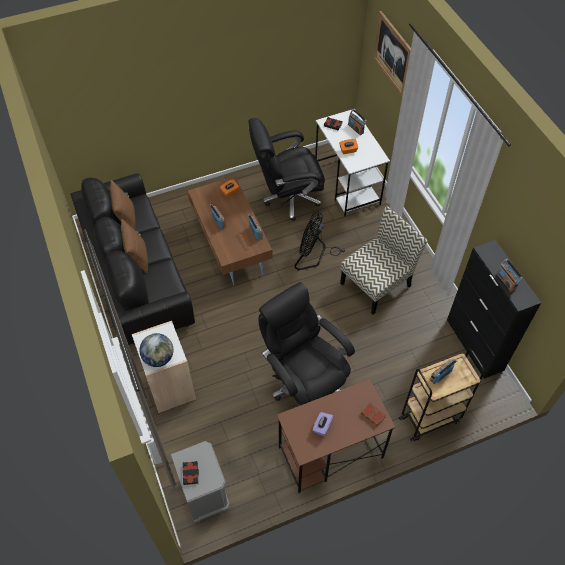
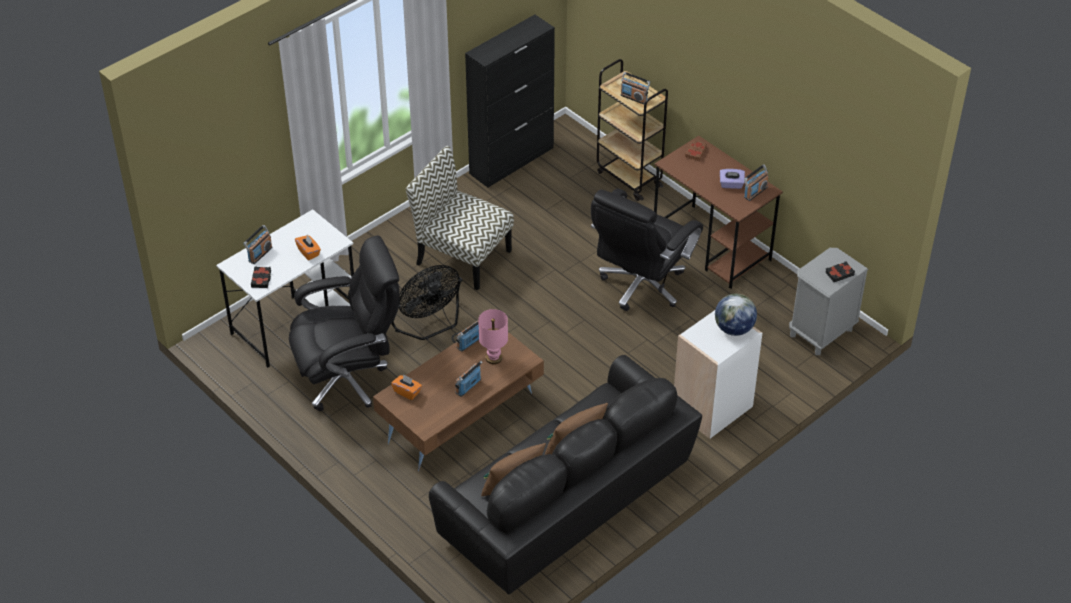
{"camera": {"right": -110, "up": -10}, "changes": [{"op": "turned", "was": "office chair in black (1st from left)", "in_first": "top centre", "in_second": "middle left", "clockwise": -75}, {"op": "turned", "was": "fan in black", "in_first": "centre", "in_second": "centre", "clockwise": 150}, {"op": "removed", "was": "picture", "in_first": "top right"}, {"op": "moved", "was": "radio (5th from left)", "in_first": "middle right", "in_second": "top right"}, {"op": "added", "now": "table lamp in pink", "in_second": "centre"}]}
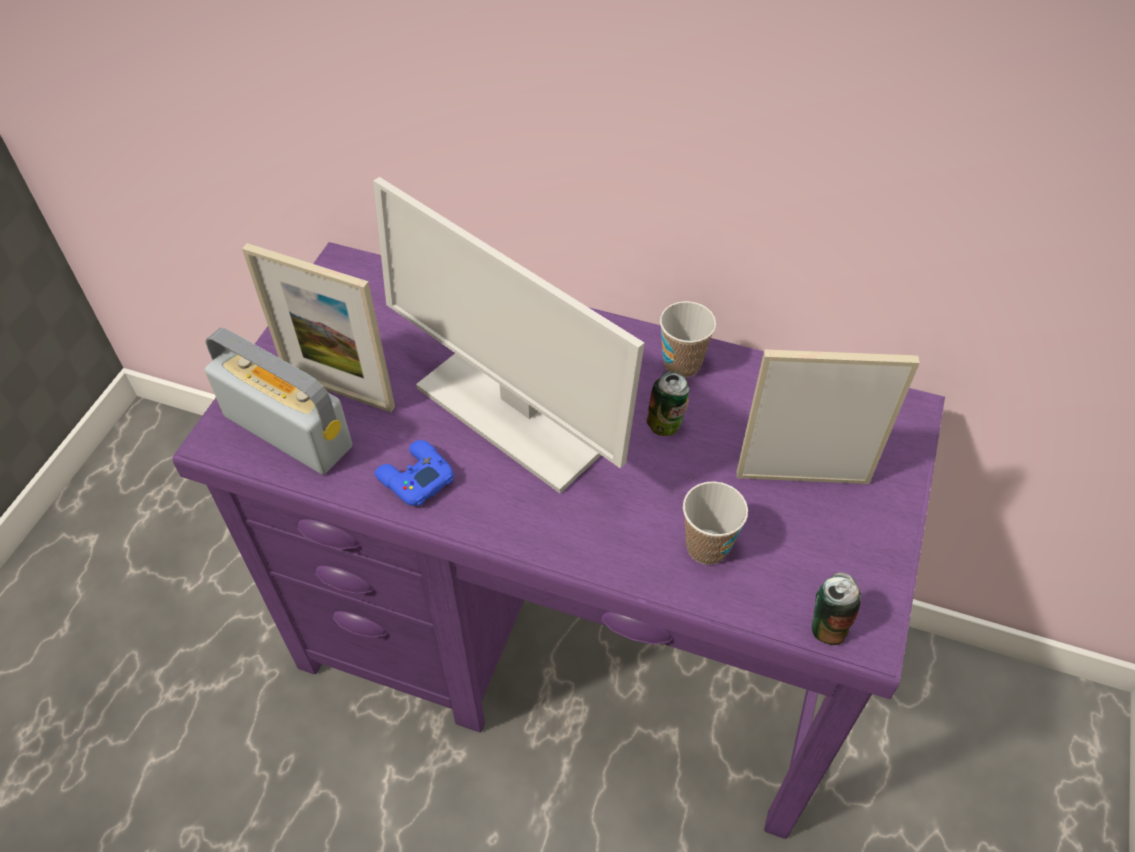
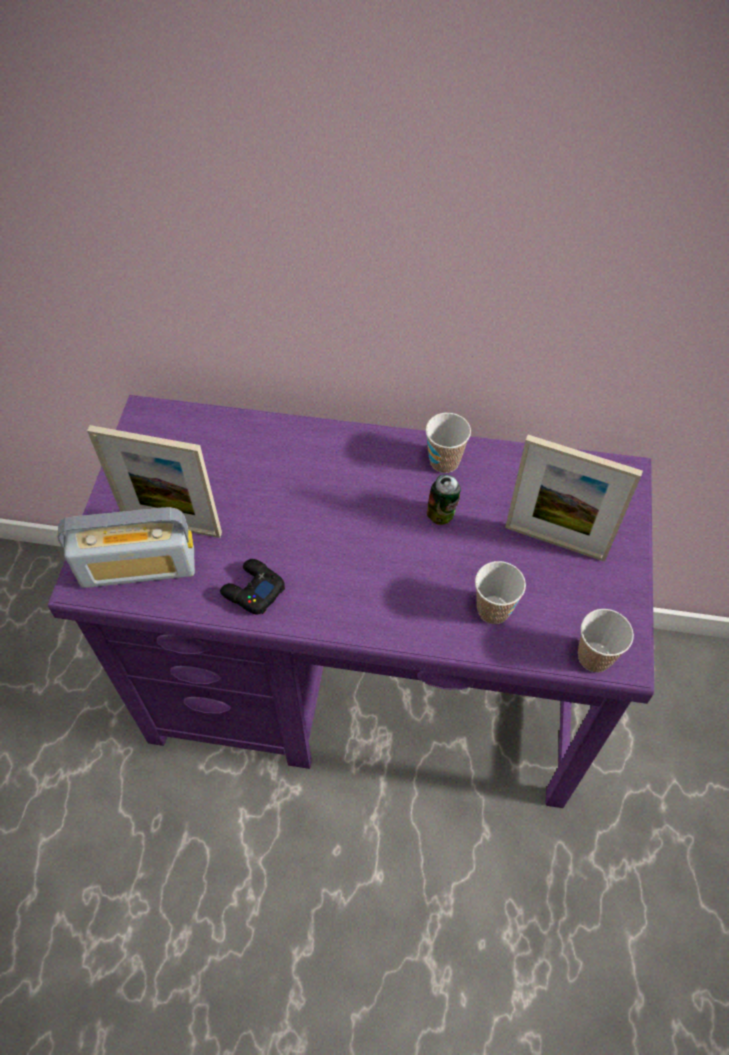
{"camera": {"right": -10, "up": 5}, "changes": [{"op": "turned", "was": "radio", "in_first": "middle left", "in_second": "middle left", "clockwise": 150}, {"op": "removed", "was": "monitor", "in_first": "centre"}, {"op": "recoloured", "was": "game controller in blue", "now": "game controller in black", "in_first": "centre", "in_second": "centre"}, {"op": "turned", "was": "picture frame (2nd from left)", "in_first": "middle right", "in_second": "middle right", "clockwise": -150}, {"op": "replaced", "was": "can (2nd from left)", "now": "cup (3rd from left)", "in_first": "bottom right", "in_second": "middle right"}]}
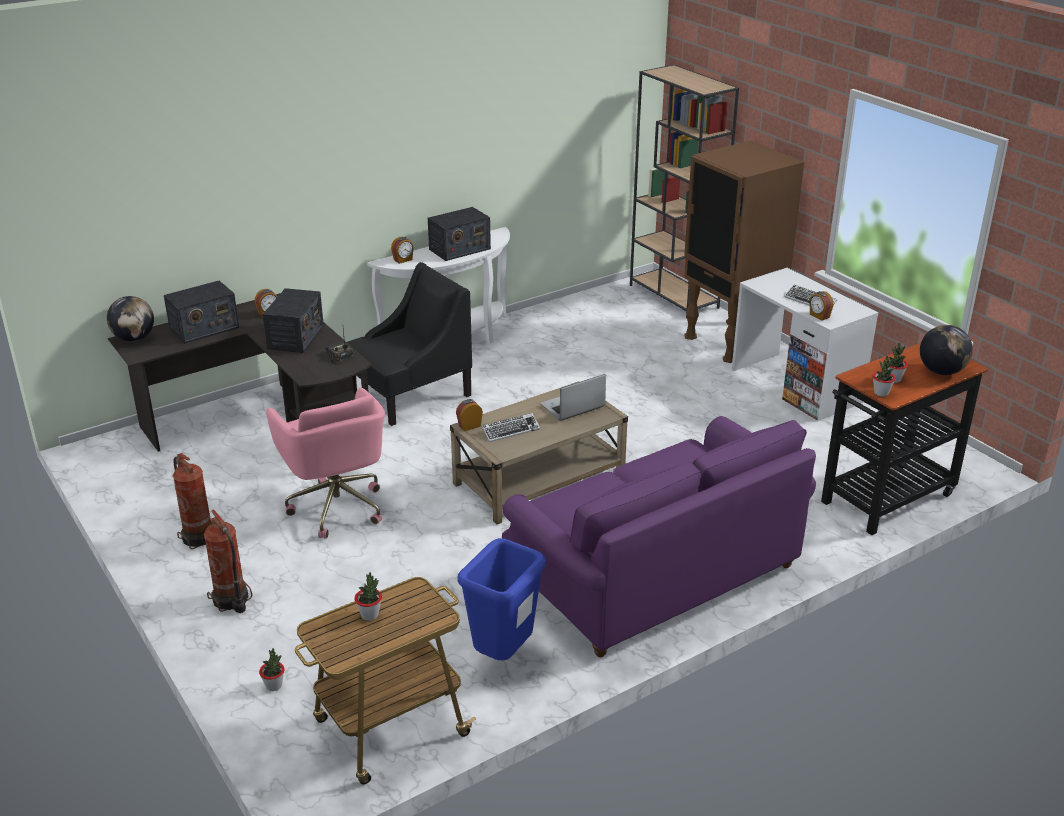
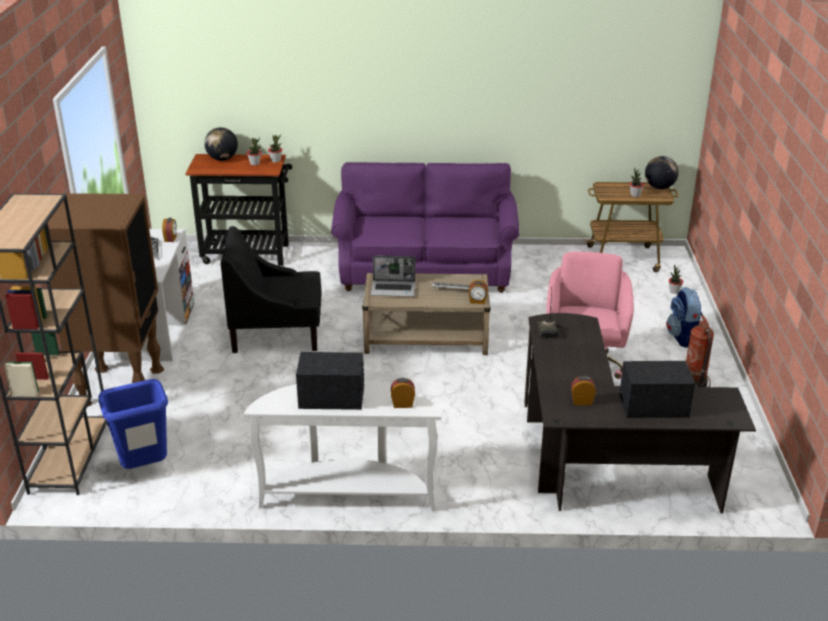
{"camera": {"right": -145, "up": 0}, "changes": [{"op": "moved", "was": "globe (1st from left in the first image)", "now": "globe (2nd from left)", "in_first": "middle left", "in_second": "top right"}, {"op": "replaced", "was": "fire extinguisher (2nd from left)", "now": "backpack", "in_first": "bottom left", "in_second": "middle right"}, {"op": "removed", "was": "radio (2nd from left)", "in_first": "middle left"}, {"op": "moved", "was": "armchair in black", "in_first": "centre", "in_second": "middle left"}, {"op": "moved", "was": "trash can in blue", "in_first": "bottom centre", "in_second": "bottom left"}]}
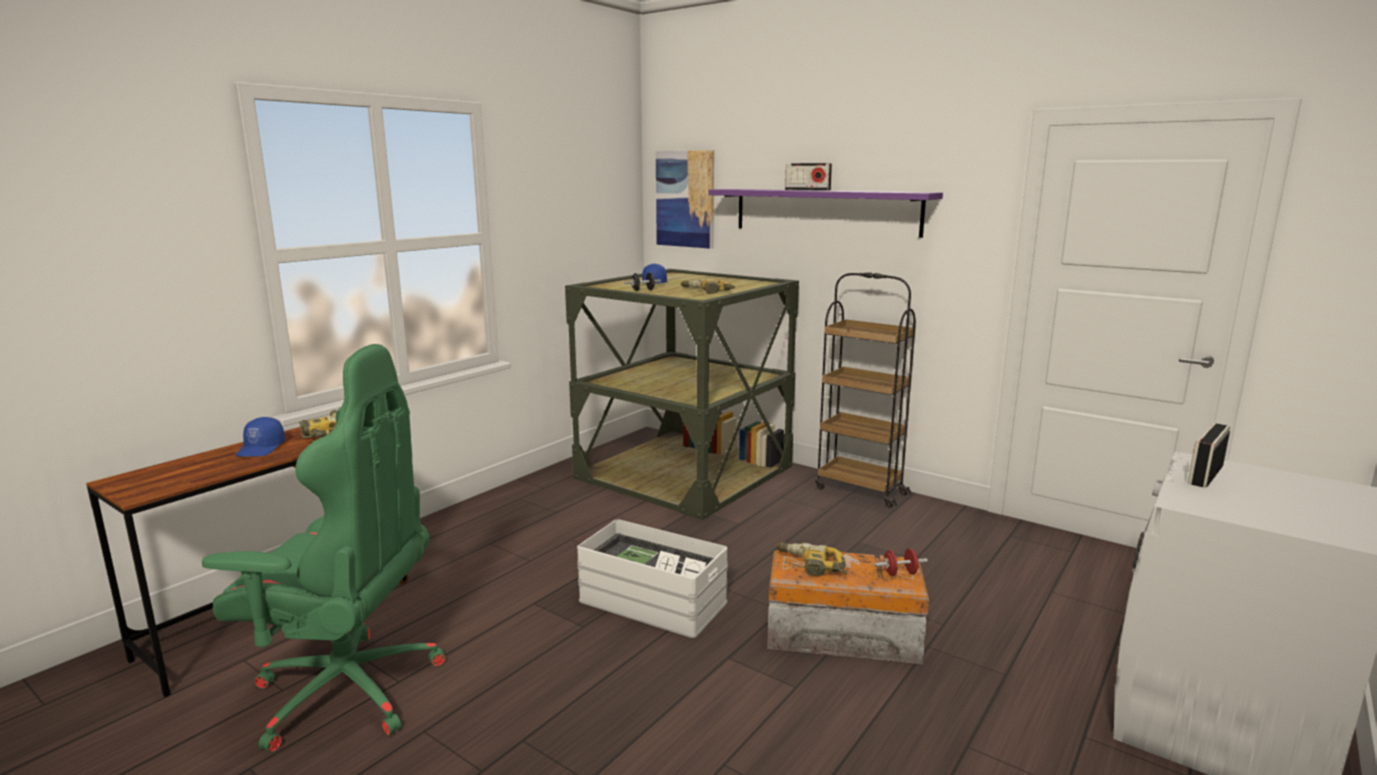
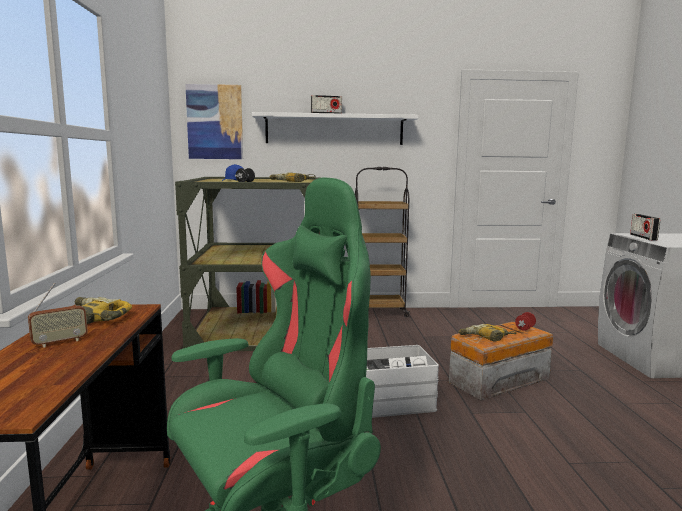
{"camera": {"right": -40, "up": -5}, "changes": [{"op": "replaced", "was": "cap in blue (1st from left)", "now": "radio (1st from left)", "in_first": "middle left", "in_second": "middle left"}, {"op": "recoloured", "was": "shelf in purple", "now": "shelf in white", "in_first": "top centre", "in_second": "top centre"}]}
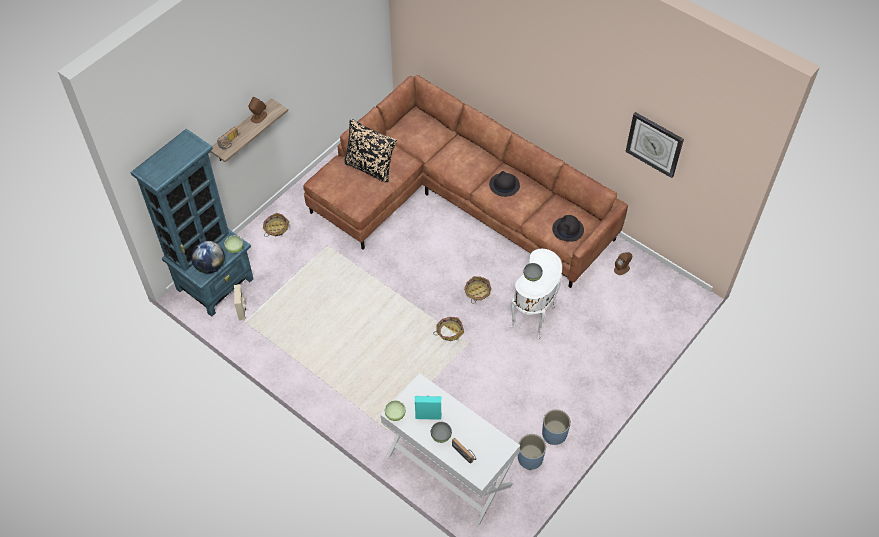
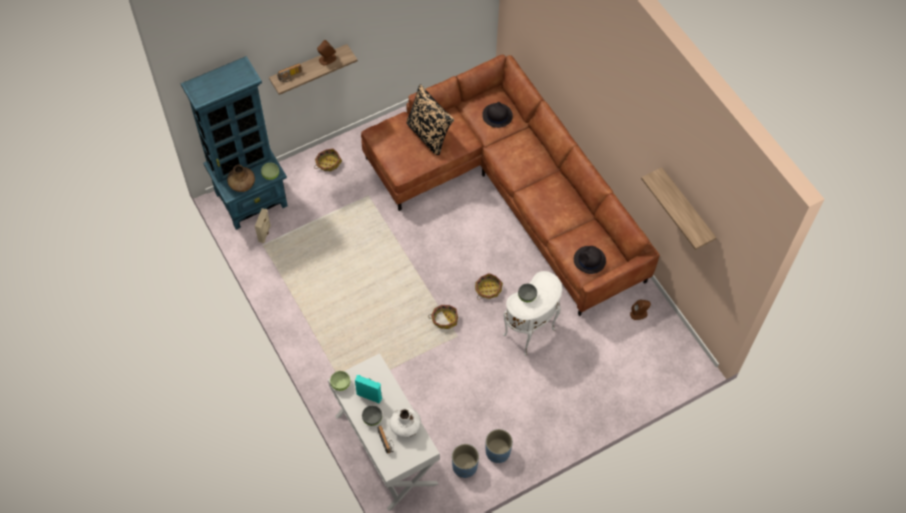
{"camera": {"right": 20, "up": 5}, "changes": [{"op": "replaced", "was": "globe", "now": "vase in brown", "in_first": "middle left", "in_second": "middle left"}, {"op": "moved", "was": "hat in black (1st from left)", "in_first": "centre", "in_second": "top centre"}, {"op": "replaced", "was": "wall clock", "now": "shelf (2nd from left)", "in_first": "top right", "in_second": "middle right"}, {"op": "added", "now": "vase in white", "in_second": "bottom centre"}]}
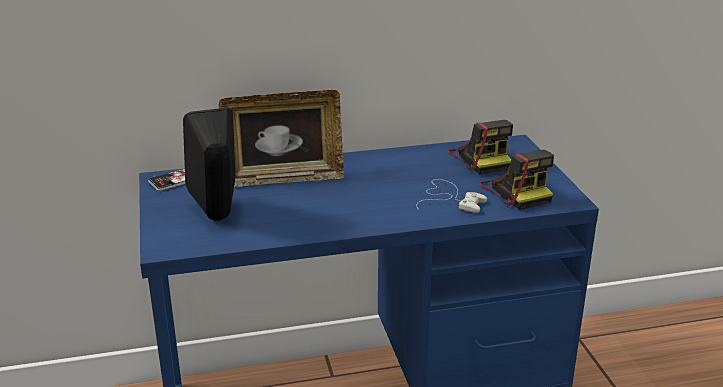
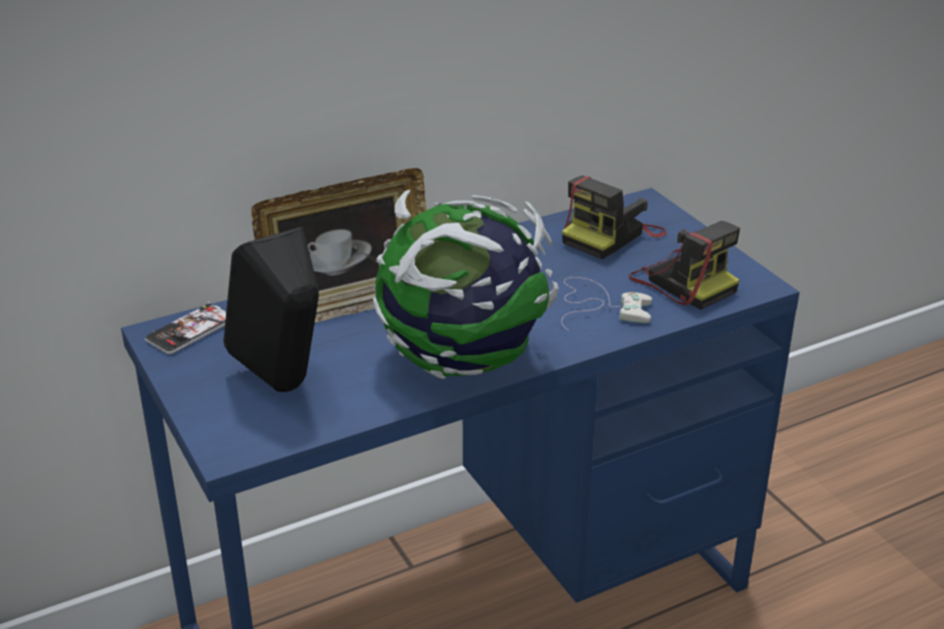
{"camera": {"right": -15, "up": 5}, "changes": [{"op": "turned", "was": "photo camera (1st from left)", "in_first": "centre", "in_second": "centre", "clockwise": 75}, {"op": "added", "now": "globe", "in_second": "centre"}]}
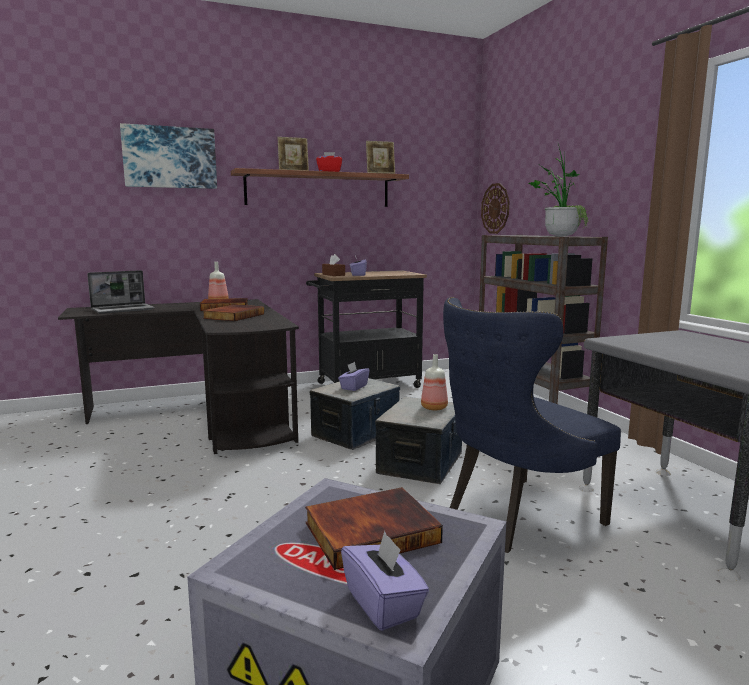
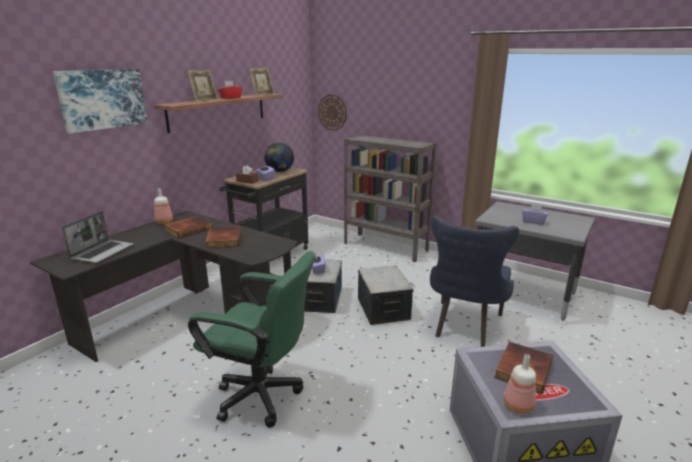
{"camera": {"right": -35, "up": 10}, "changes": [{"op": "moved", "was": "tissue box in purple (3rd from left)", "in_first": "bottom centre", "in_second": "middle right"}, {"op": "moved", "was": "bottle (2nd from left)", "in_first": "centre", "in_second": "bottom right"}, {"op": "removed", "was": "potted plant", "in_first": "top right"}, {"op": "added", "now": "office chair in green", "in_second": "bottom centre"}, {"op": "added", "now": "globe", "in_second": "centre"}]}
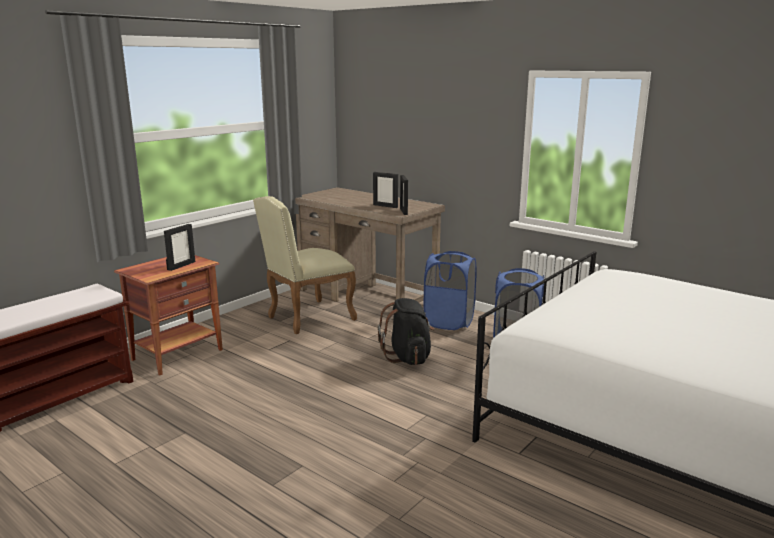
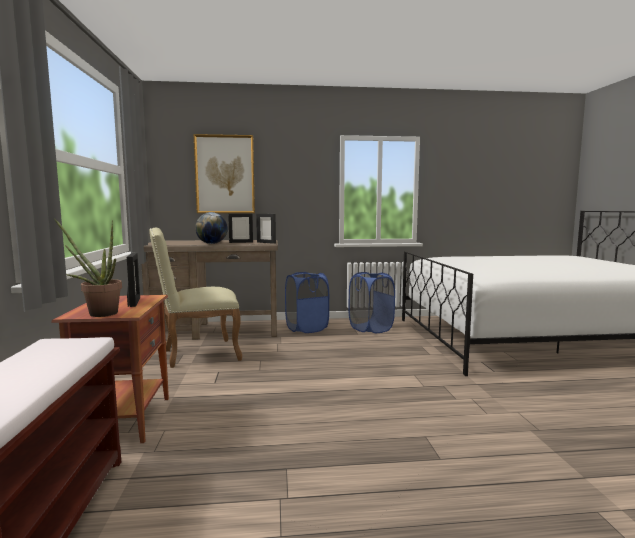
{"camera": {"right": -45, "up": -10}, "changes": [{"op": "turned", "was": "chair in beige", "in_first": "centre", "in_second": "middle left", "clockwise": 60}, {"op": "removed", "was": "backpack in black", "in_first": "centre"}, {"op": "added", "now": "potted plant", "in_second": "middle left"}, {"op": "added", "now": "picture", "in_second": "top centre"}, {"op": "added", "now": "globe", "in_second": "middle left"}]}
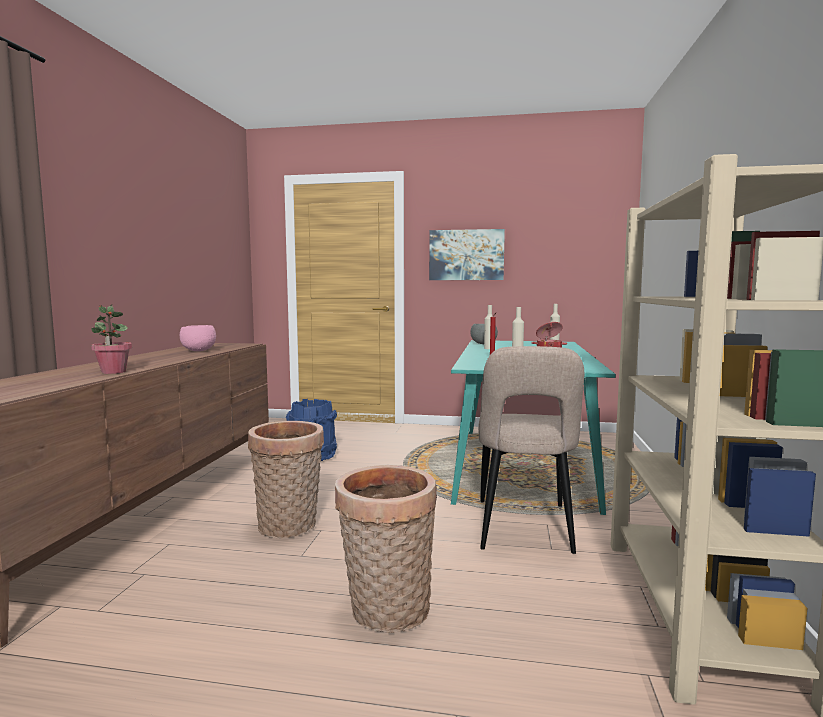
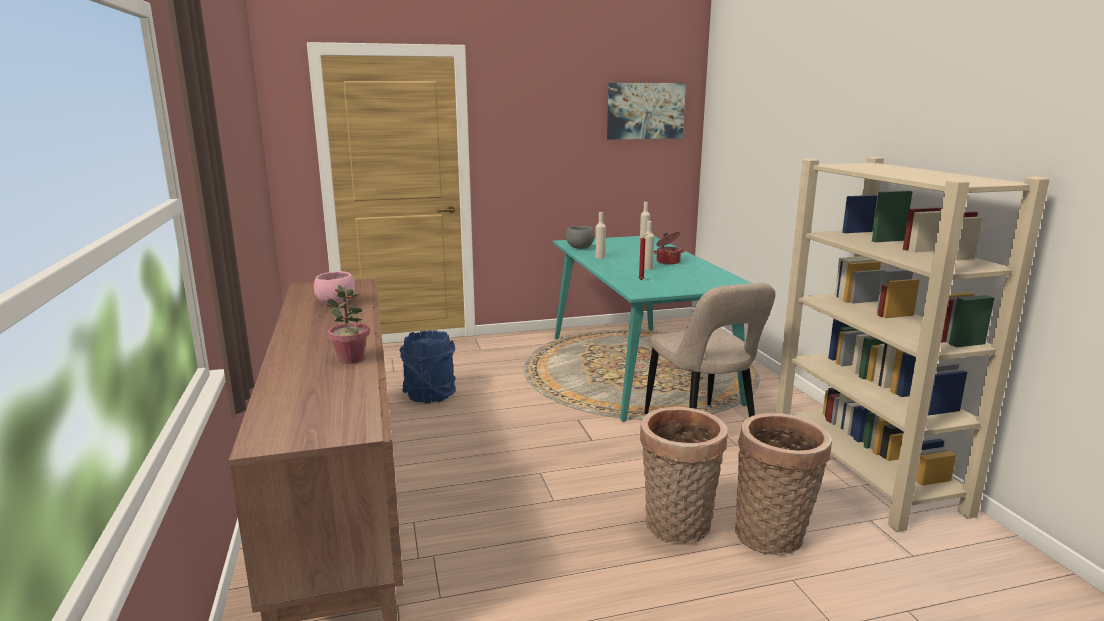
{"camera": {"right": -25, "up": 10}, "changes": [{"op": "moved", "was": "basket (1st from left in the first image)", "now": "basket (2nd from left)", "in_first": "bottom centre", "in_second": "bottom right"}, {"op": "moved", "was": "picture", "in_first": "centre", "in_second": "top centre"}]}
